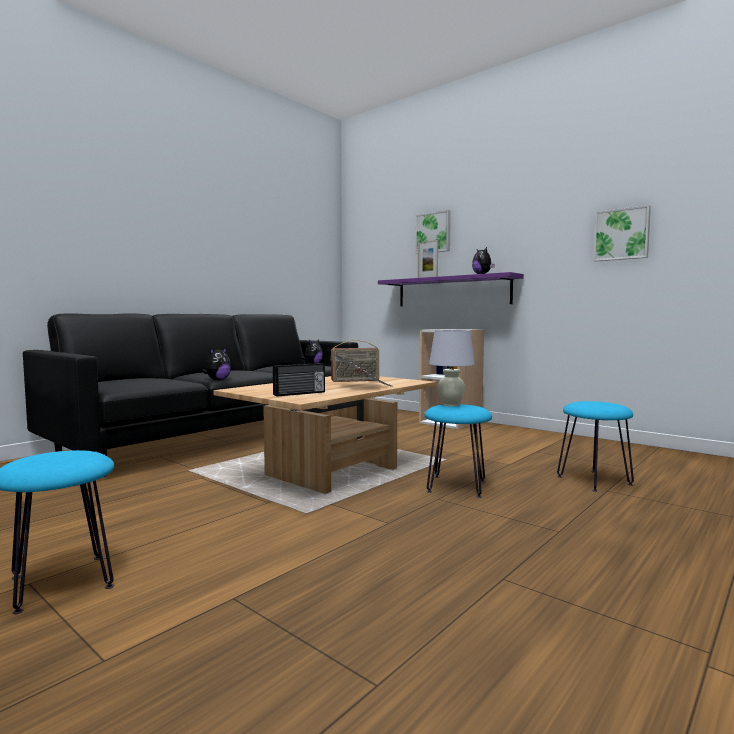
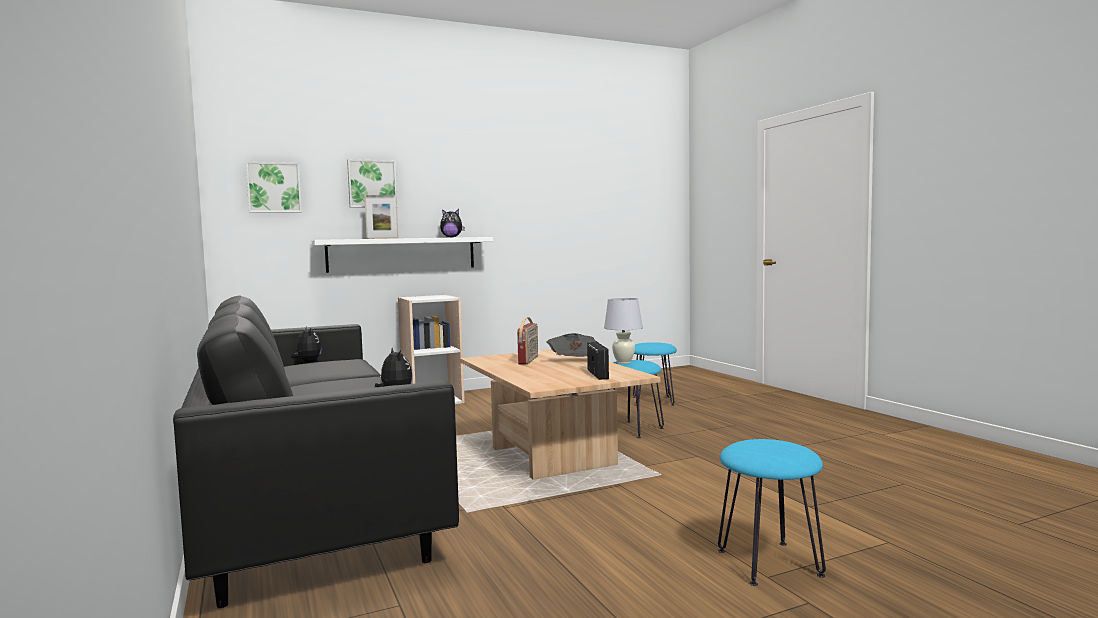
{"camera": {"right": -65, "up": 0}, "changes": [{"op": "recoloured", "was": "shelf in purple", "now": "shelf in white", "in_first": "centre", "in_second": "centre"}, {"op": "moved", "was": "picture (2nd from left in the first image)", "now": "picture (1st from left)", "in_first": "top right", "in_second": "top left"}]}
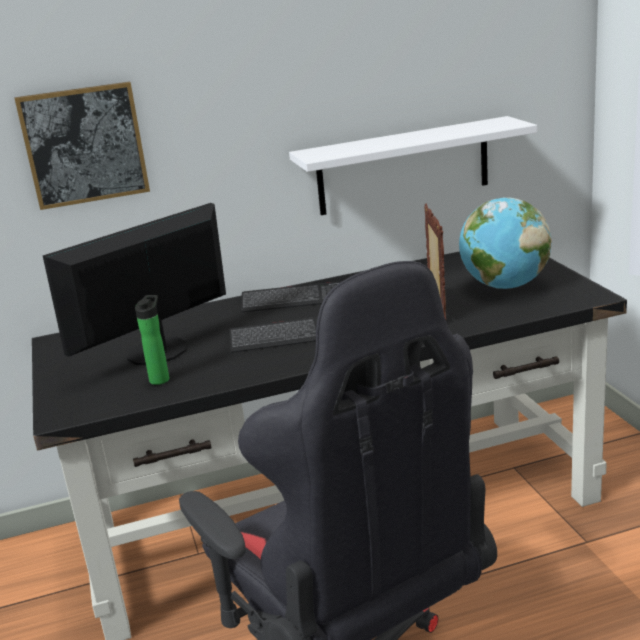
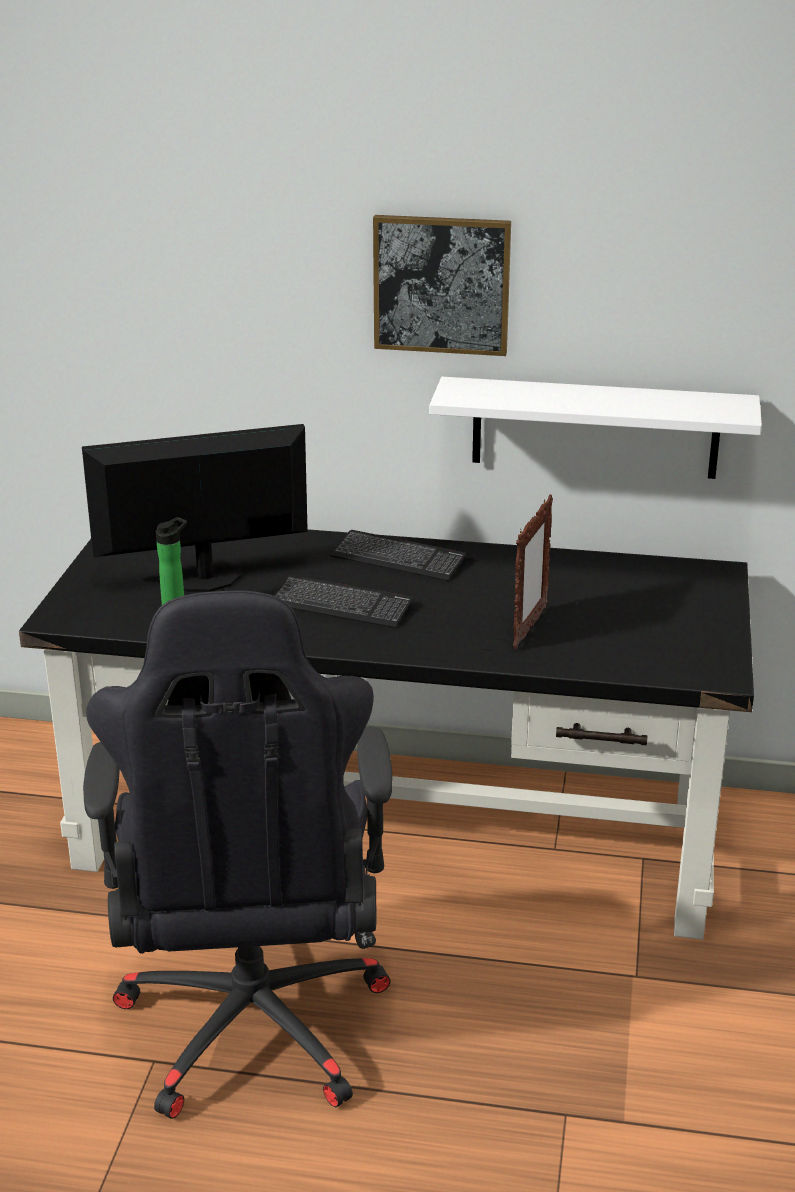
{"camera": {"right": 25, "up": 5}, "changes": [{"op": "moved", "was": "picture", "in_first": "top left", "in_second": "top centre"}, {"op": "removed", "was": "globe", "in_first": "middle right"}]}
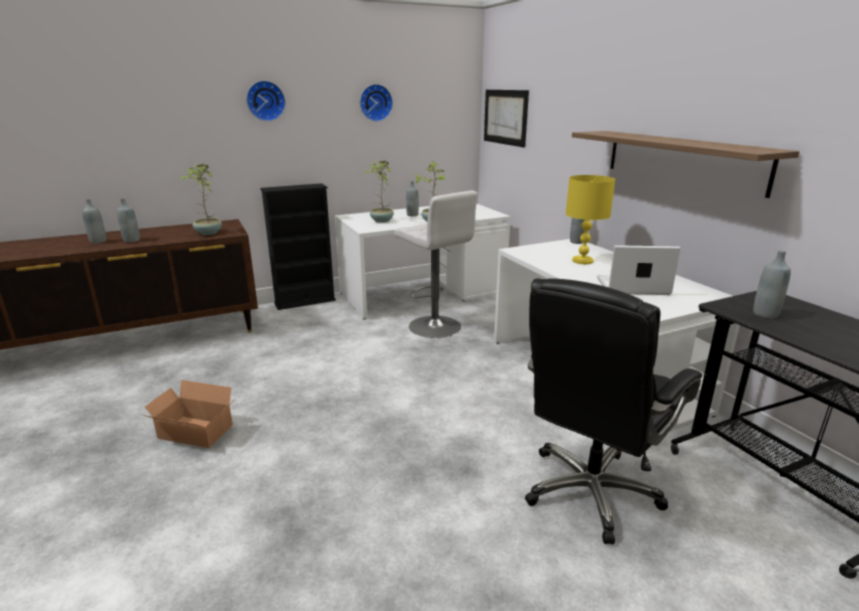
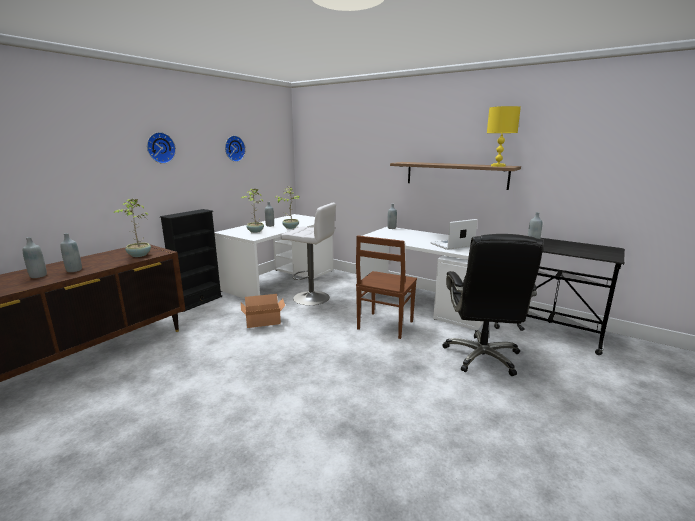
{"camera": {"right": -30, "up": -5}, "changes": [{"op": "moved", "was": "cardboard box", "in_first": "bottom left", "in_second": "centre"}, {"op": "removed", "was": "picture", "in_first": "top centre"}, {"op": "moved", "was": "table lamp in yellow", "in_first": "middle right", "in_second": "top right"}, {"op": "added", "now": "chair in brown", "in_second": "centre"}]}
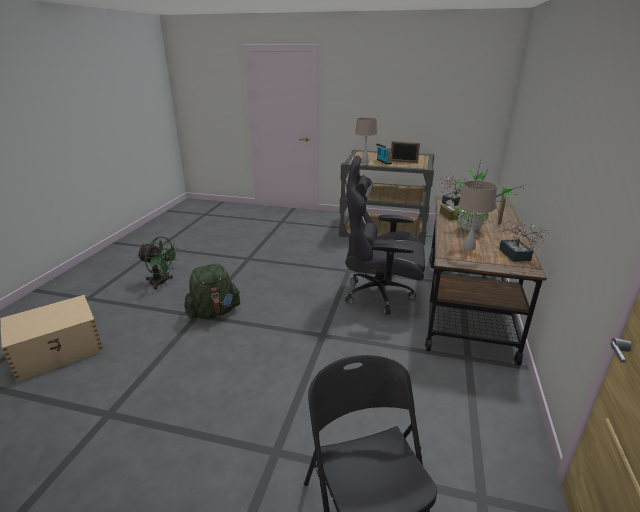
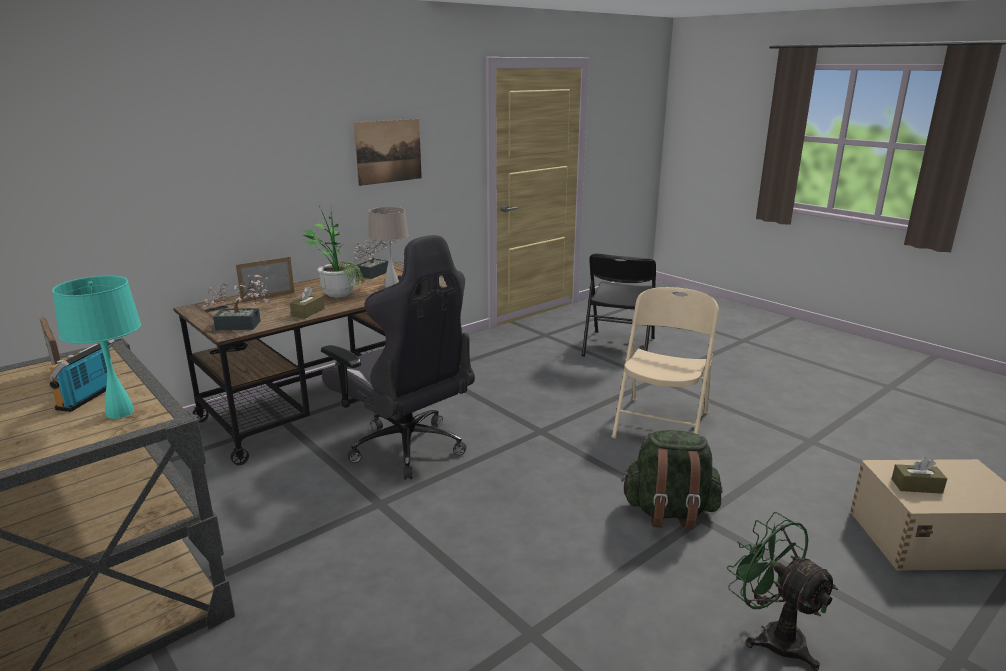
{"camera": {"right": -145, "up": -5}, "changes": [{"op": "recoloured", "was": "table lamp in beige (1st from left)", "now": "table lamp in turquoise", "in_first": "top centre", "in_second": "middle left"}, {"op": "added", "now": "picture", "in_second": "top centre"}, {"op": "added", "now": "chair in beige", "in_second": "centre"}, {"op": "added", "now": "tissue box in brown (2nd from left)", "in_second": "bottom right"}]}
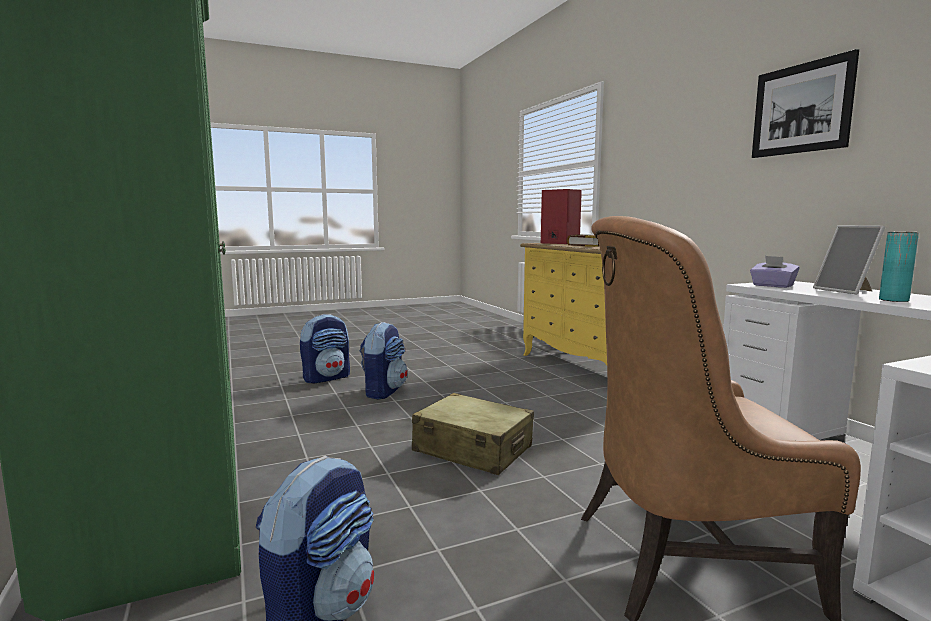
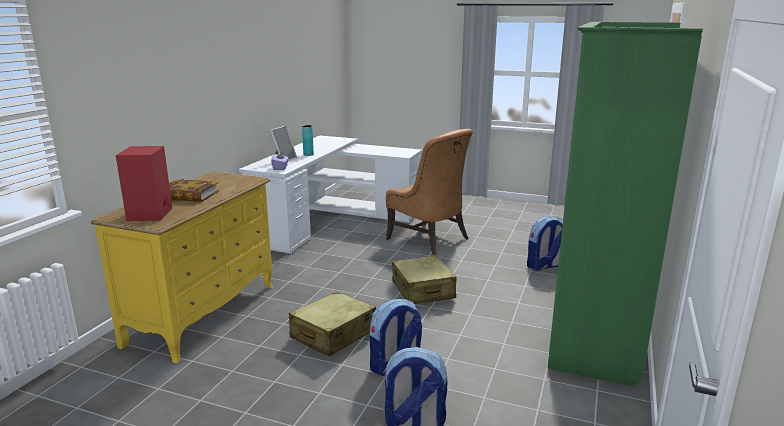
{"camera": {"right": -135, "up": 10}, "changes": [{"op": "removed", "was": "picture", "in_first": "top right"}, {"op": "added", "now": "suitcase in beige (1st from left)", "in_second": "bottom centre"}]}
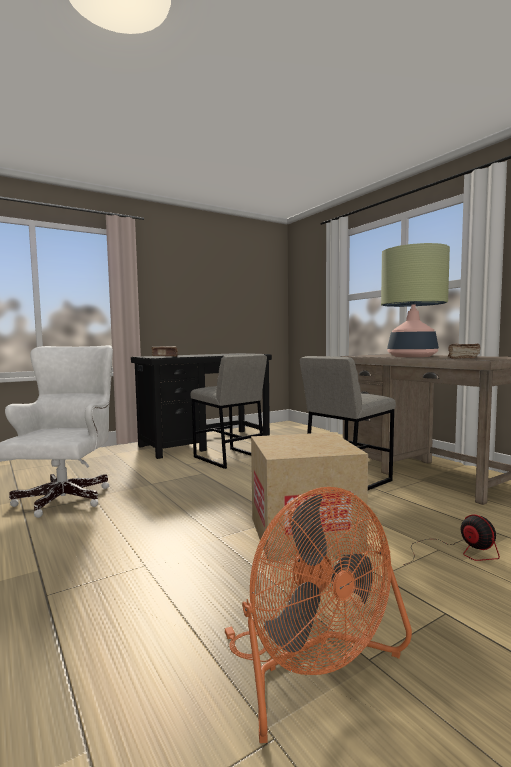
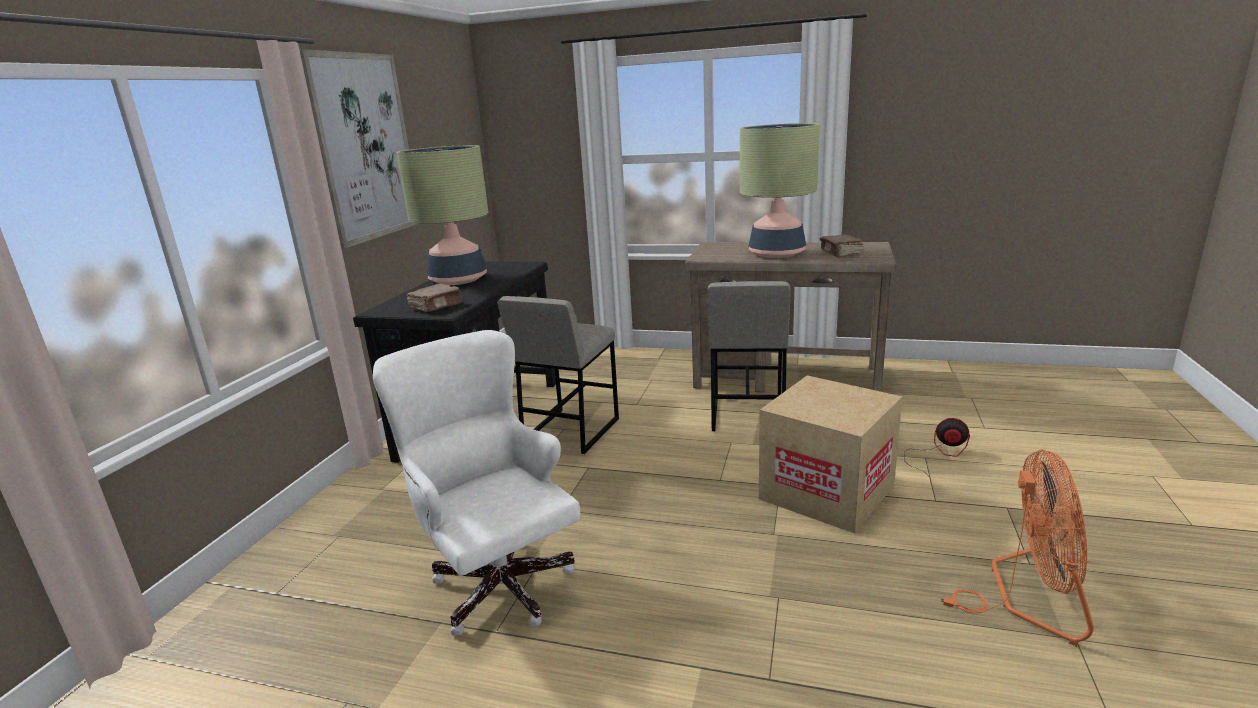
{"camera": {"right": -40, "up": 15}, "changes": [{"op": "turned", "was": "chair in grey (1st from left)", "in_first": "centre", "in_second": "centre", "clockwise": 105}, {"op": "added", "now": "picture", "in_second": "top left"}, {"op": "added", "now": "table lamp (1st from left)", "in_second": "top centre"}]}
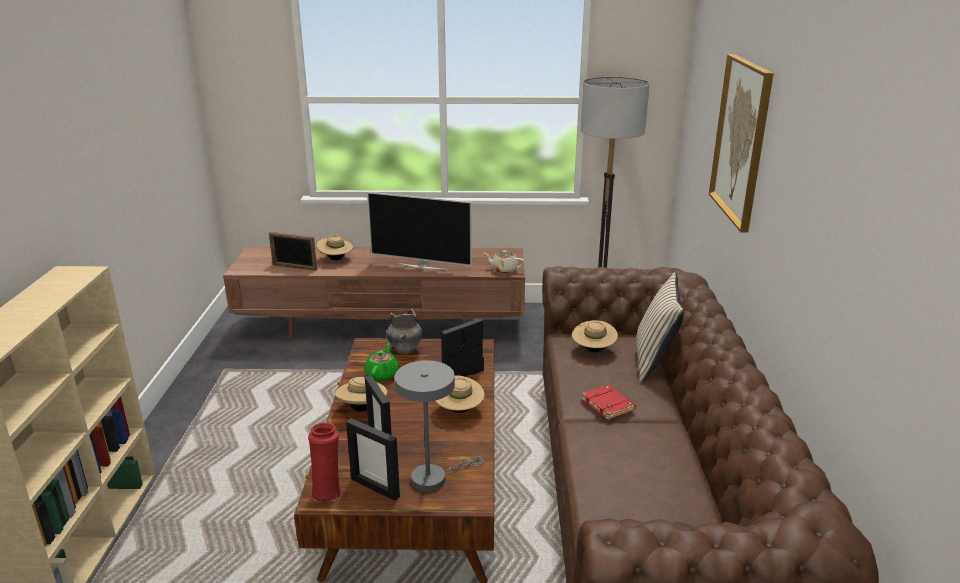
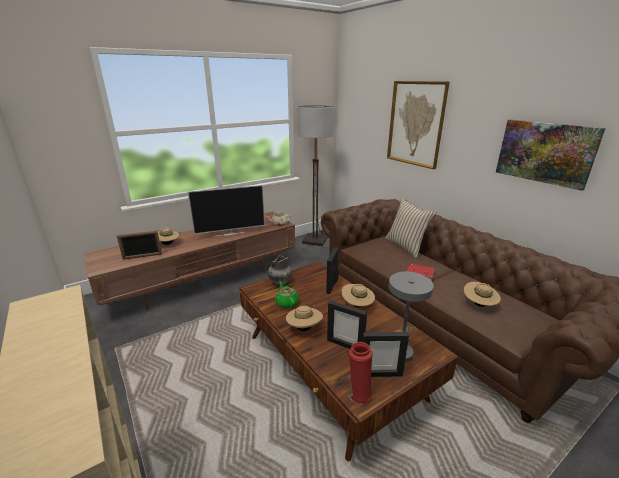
{"camera": {"right": -35, "up": 0}, "changes": [{"op": "moved", "was": "hat in beige (4th from left)", "in_first": "centre", "in_second": "middle right"}, {"op": "added", "now": "picture (2nd from left)", "in_second": "top right"}]}
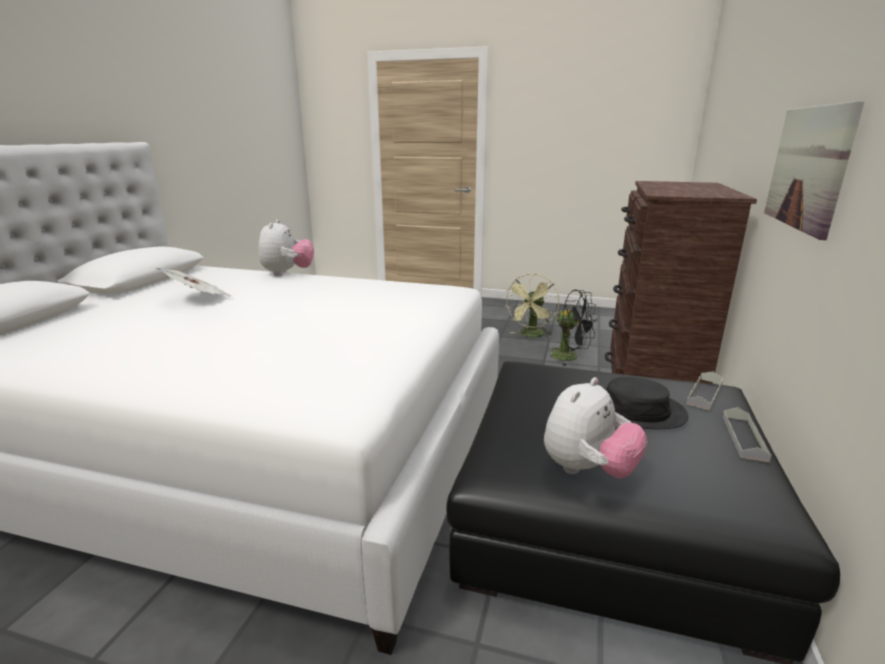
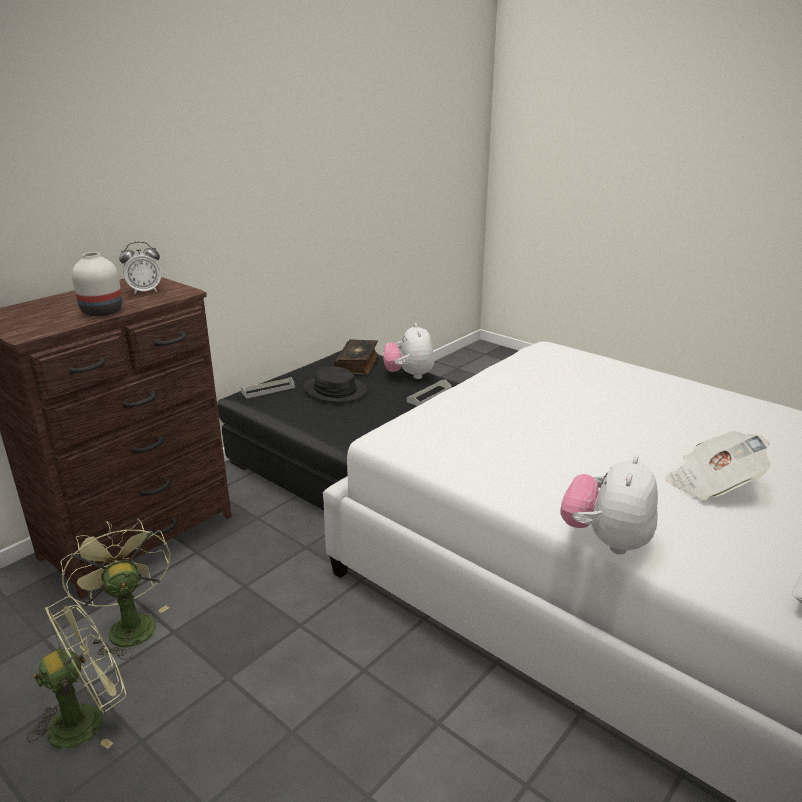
{"camera": {"right": -155, "up": 5}, "changes": [{"op": "turned", "was": "plush toy (2nd from left in the first image)", "in_first": "middle right", "in_second": "centre", "clockwise": -75}, {"op": "recoloured", "was": "fan in black", "now": "fan in green (2nd from left)", "in_first": "centre", "in_second": "bottom left"}, {"op": "moved", "was": "tray in grey (2nd from left)", "in_first": "middle right", "in_second": "centre"}, {"op": "removed", "was": "picture", "in_first": "top right"}, {"op": "added", "now": "vase in white", "in_second": "middle left"}, {"op": "added", "now": "alarm clock", "in_second": "middle left"}, {"op": "added", "now": "book", "in_second": "centre"}]}
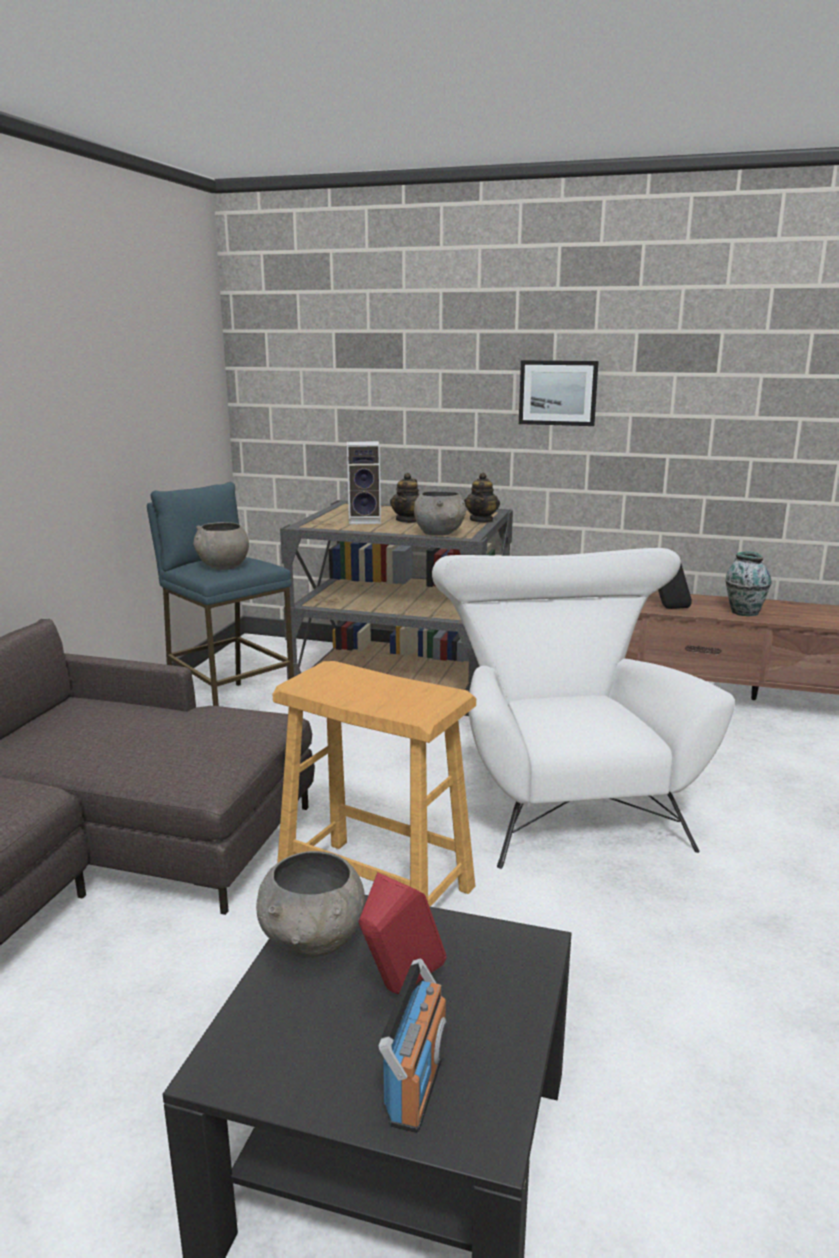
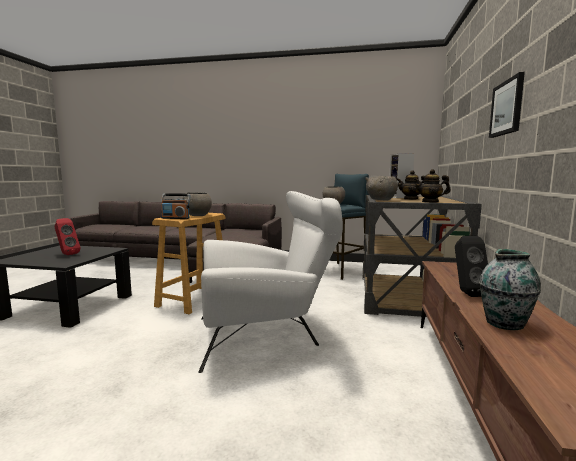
{"camera": {"right": 85, "up": -10}, "changes": [{"op": "moved", "was": "bowl in grey (2nd from left in the first image)", "now": "bowl in grey (1st from left)", "in_first": "bottom centre", "in_second": "centre"}, {"op": "moved", "was": "radio", "in_first": "bottom centre", "in_second": "middle left"}]}
